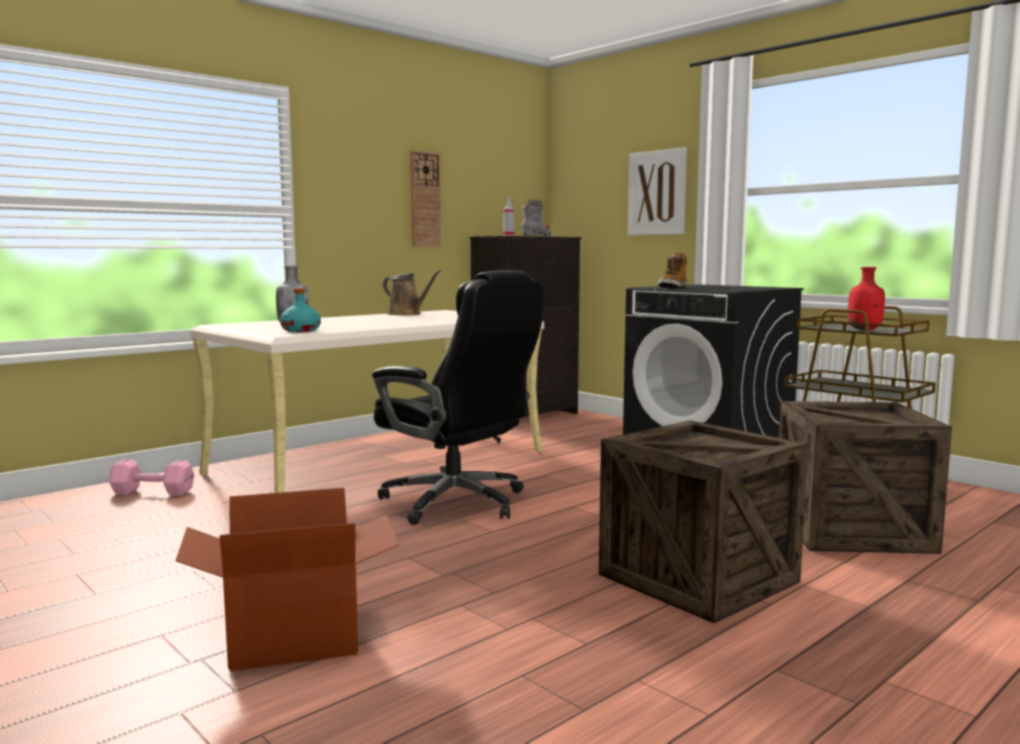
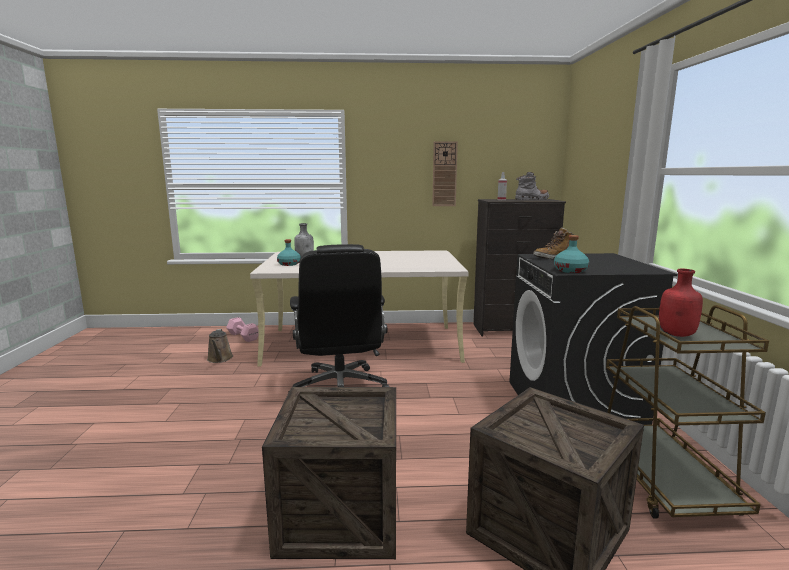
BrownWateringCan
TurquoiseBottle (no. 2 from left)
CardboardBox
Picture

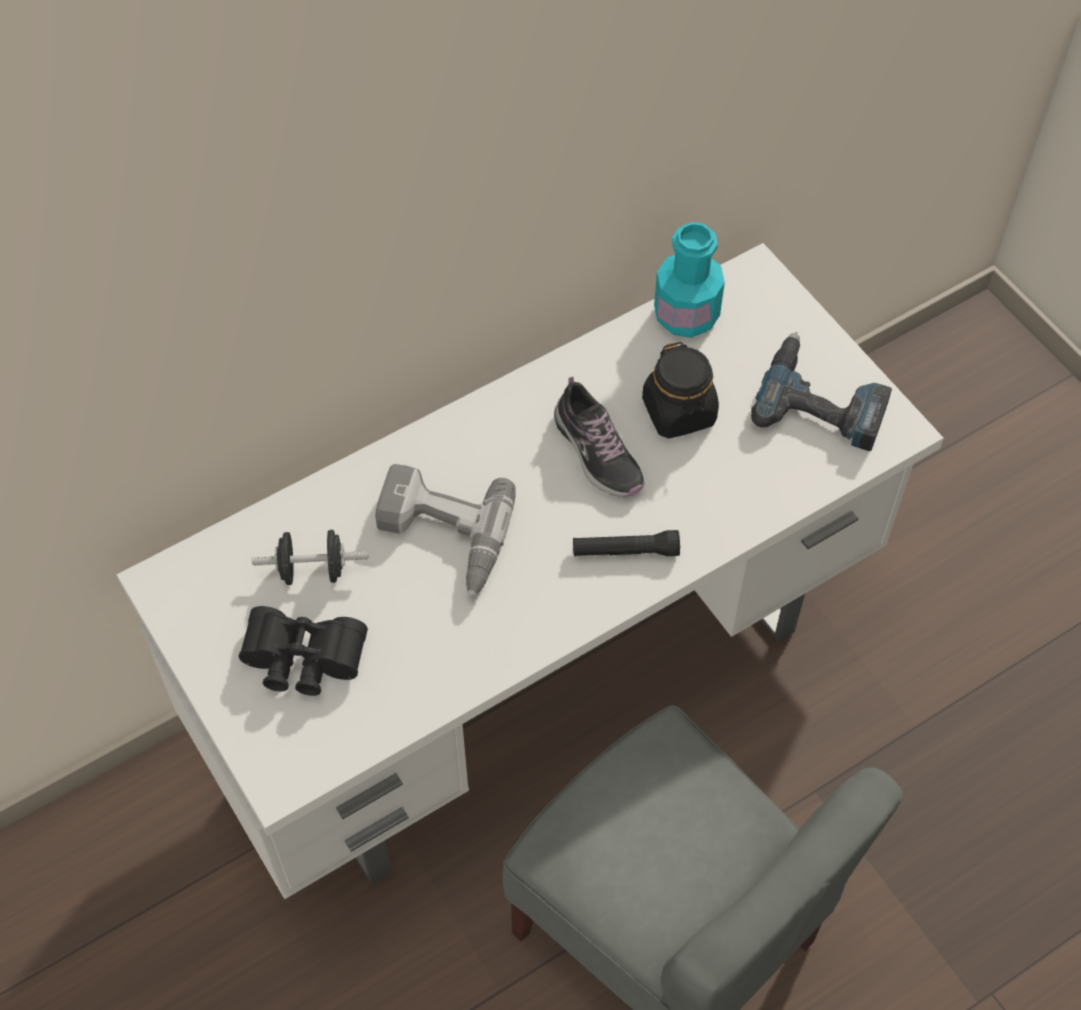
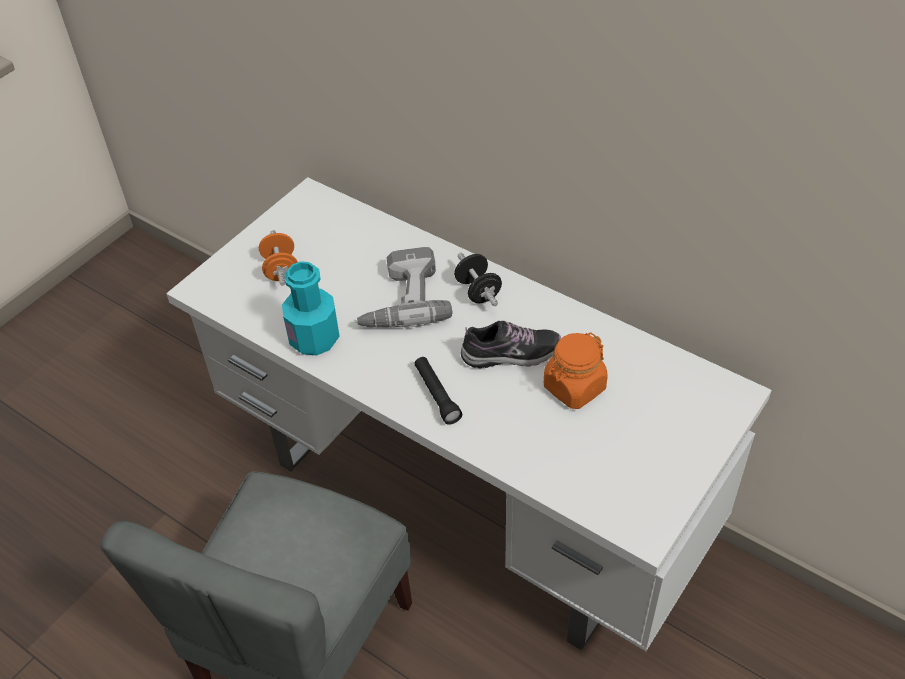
OrangeDumbbell
TurquoiseBottle
BlackDumbbell
Shoe
OrangeJar
PowerDrill (no. 2 from left in the first image)

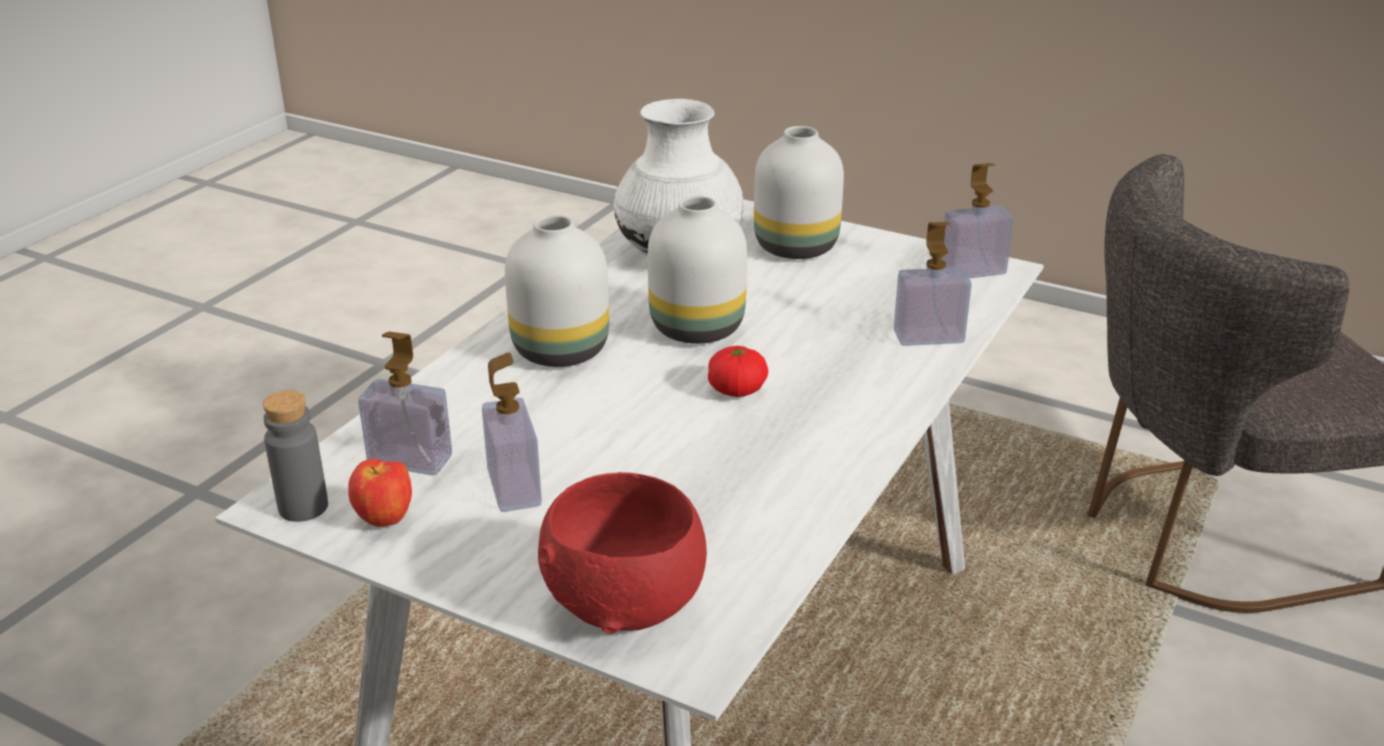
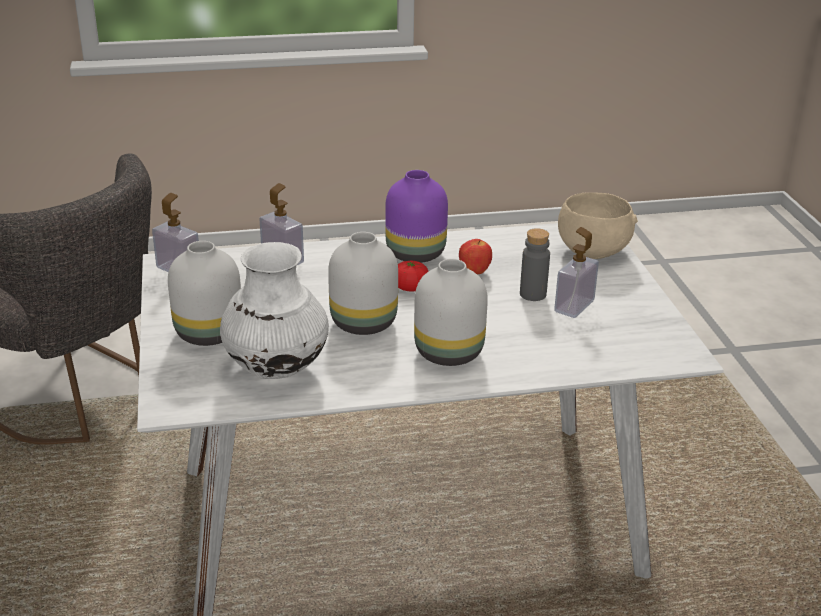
PurpleVase
Apple
GreyBottle
BeigeBowl
SoapDispenser (no. 1 from left in the first image)

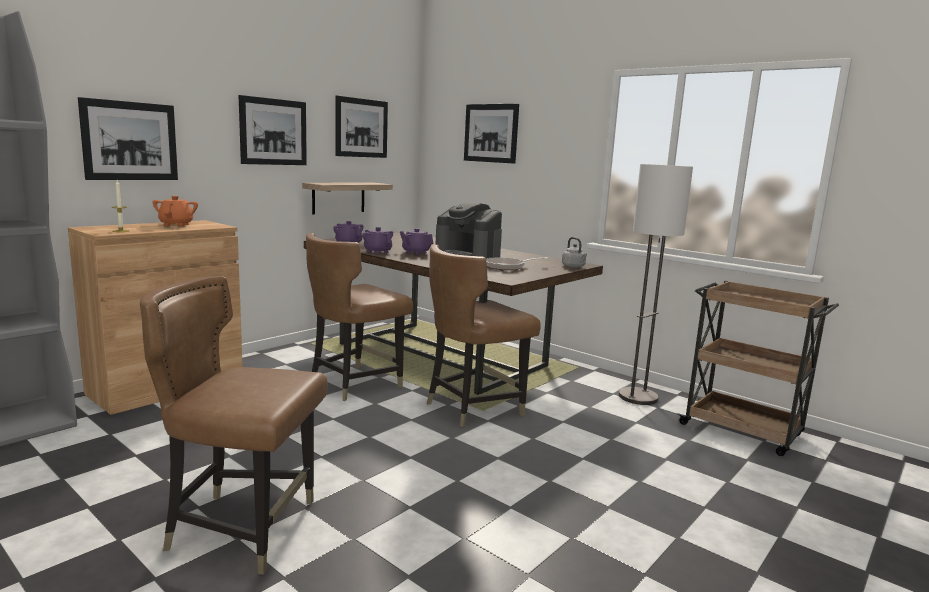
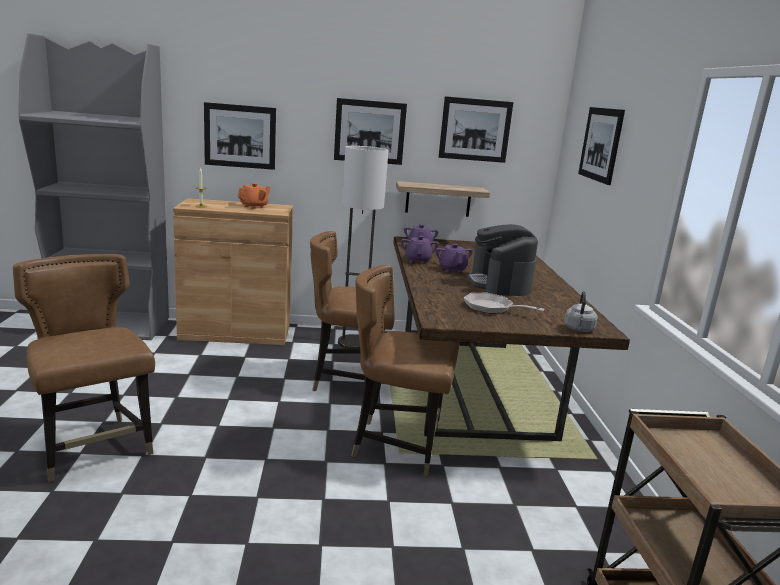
FloorLamp

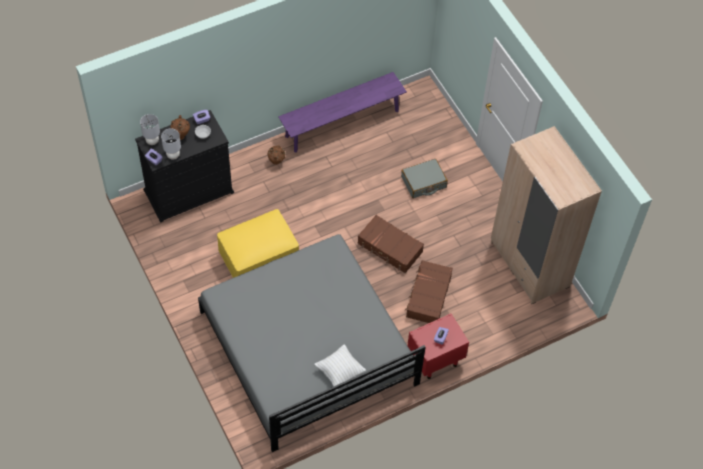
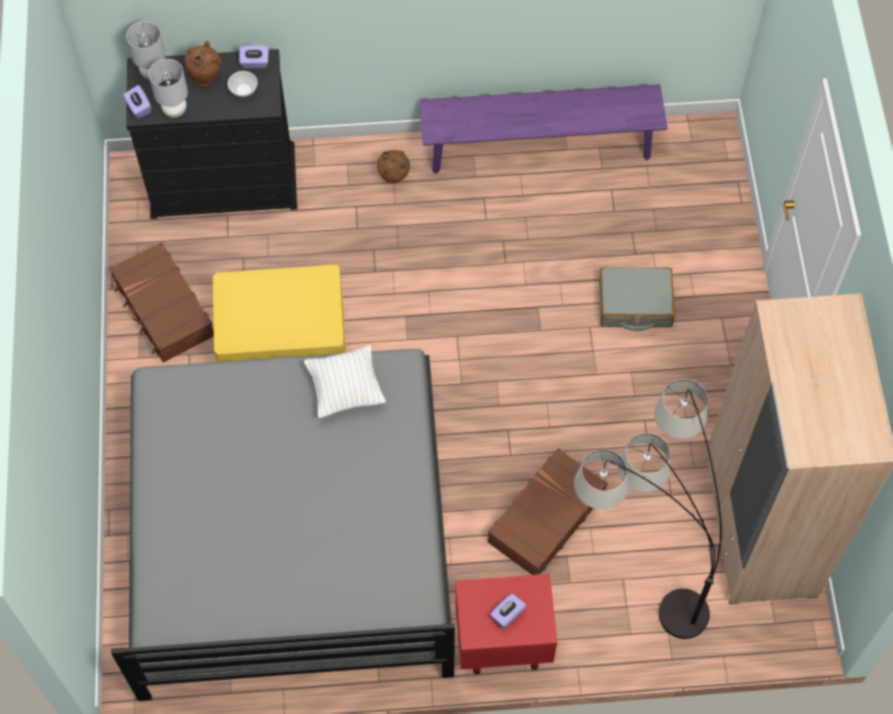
BrownSuitcase (no. 1 from left)
WhitePillow
FloorLamp

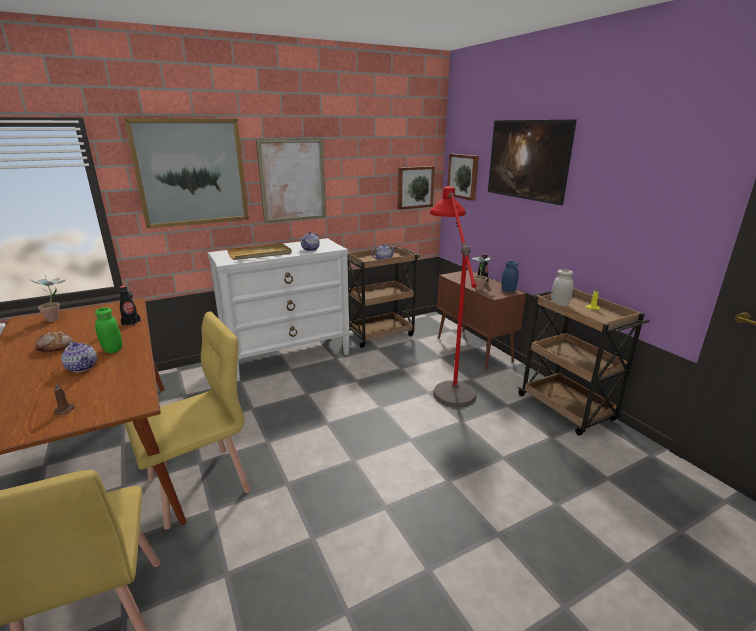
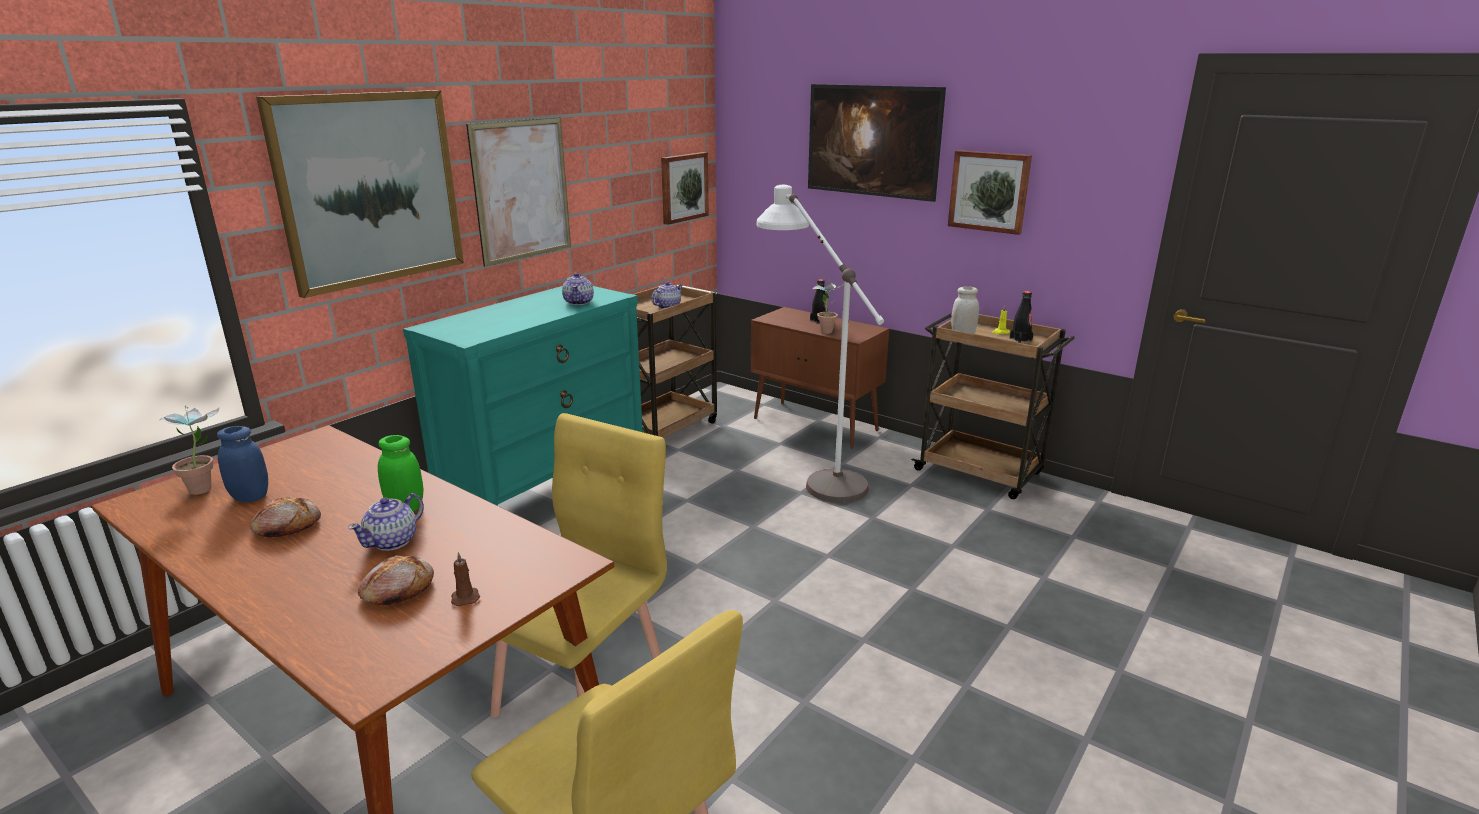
BlueJar
Teapot (no. 1 from left)
Bread (no. 2 from left)
TurquoiseDresser
WhiteFloorLamp
Picture (no. 5 from left)
BlackBottle (no. 2 from left)
BeigeTray

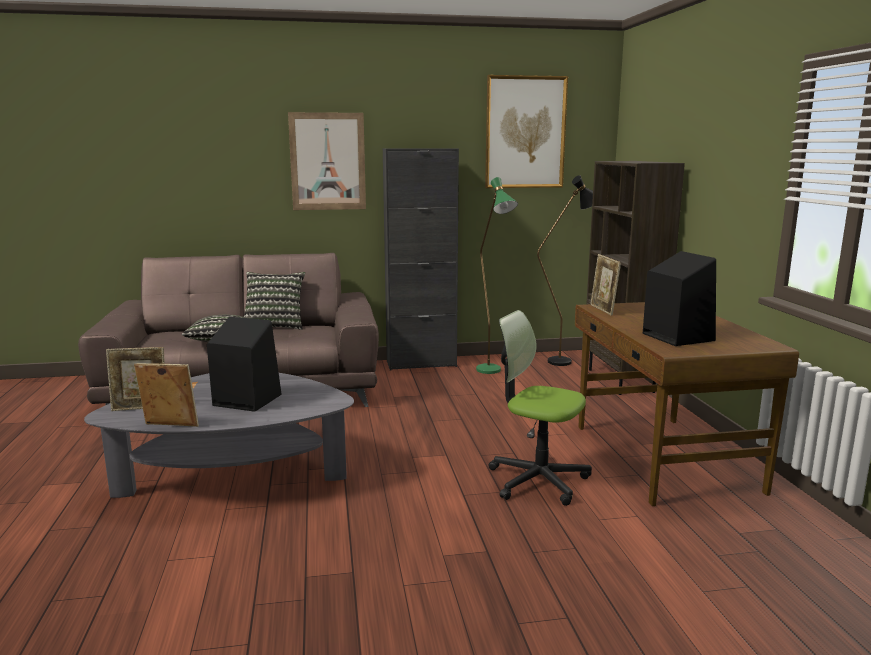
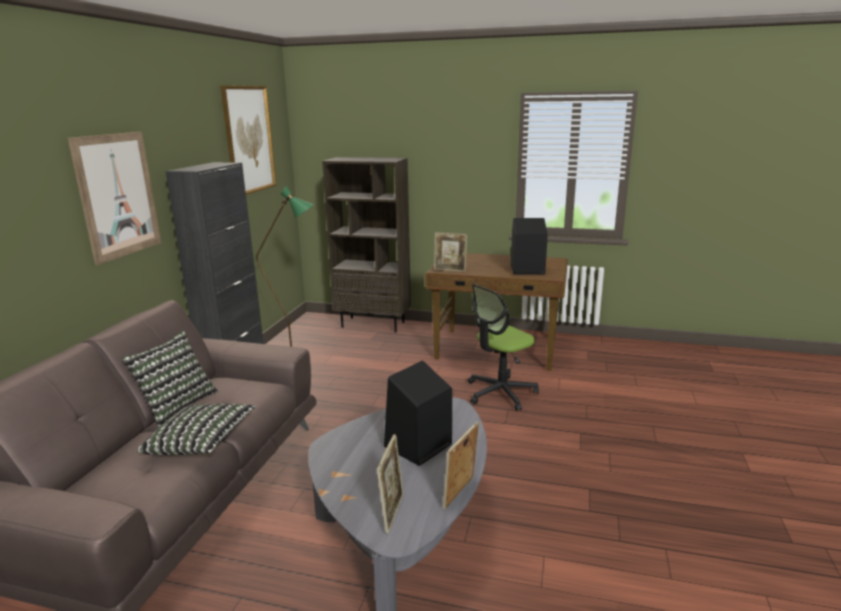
BlackFloorLamp

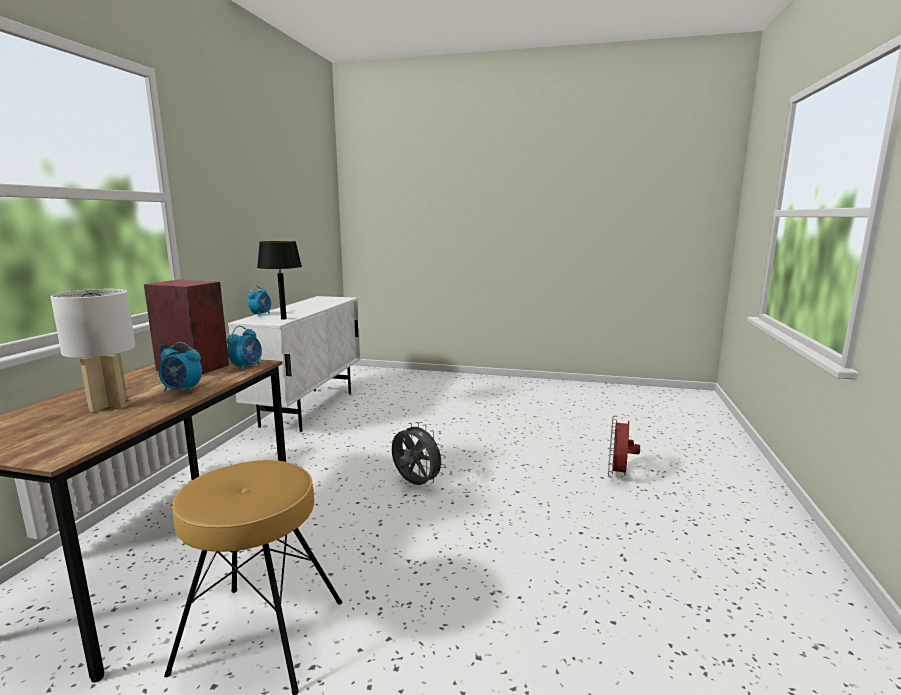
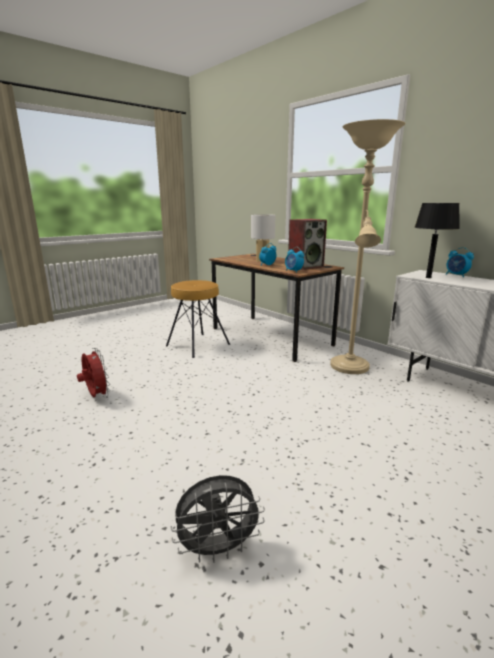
RedFan
GreyFan
BeigeFloorLamp

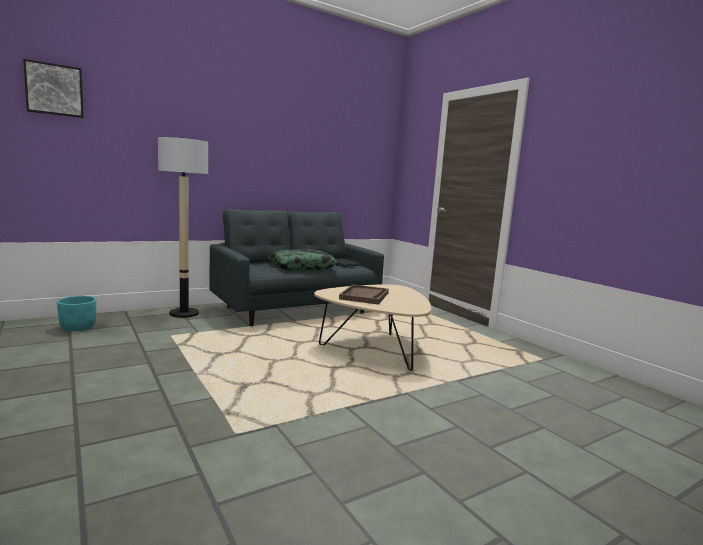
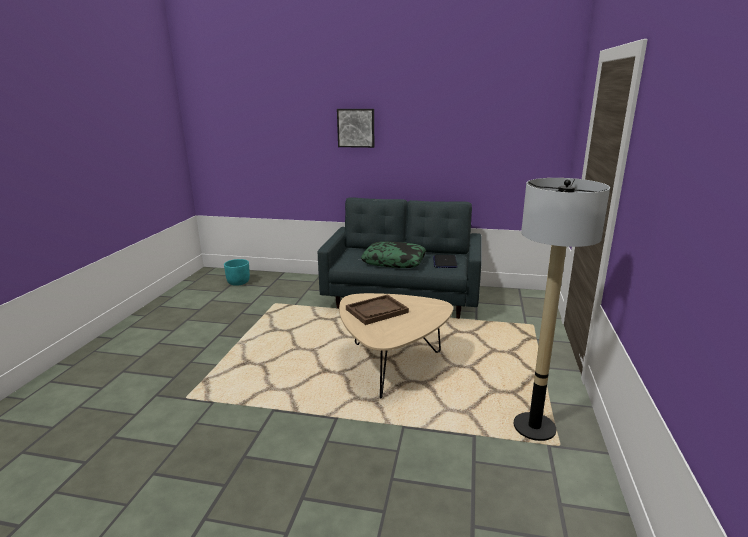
Picture
FloorLamp

